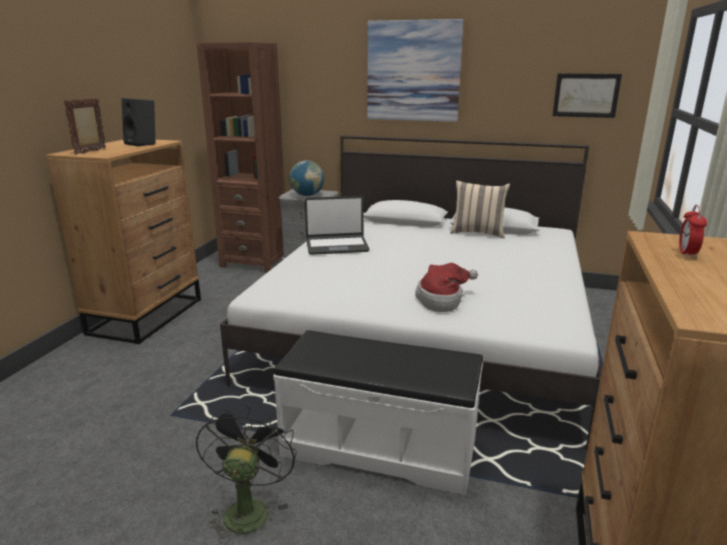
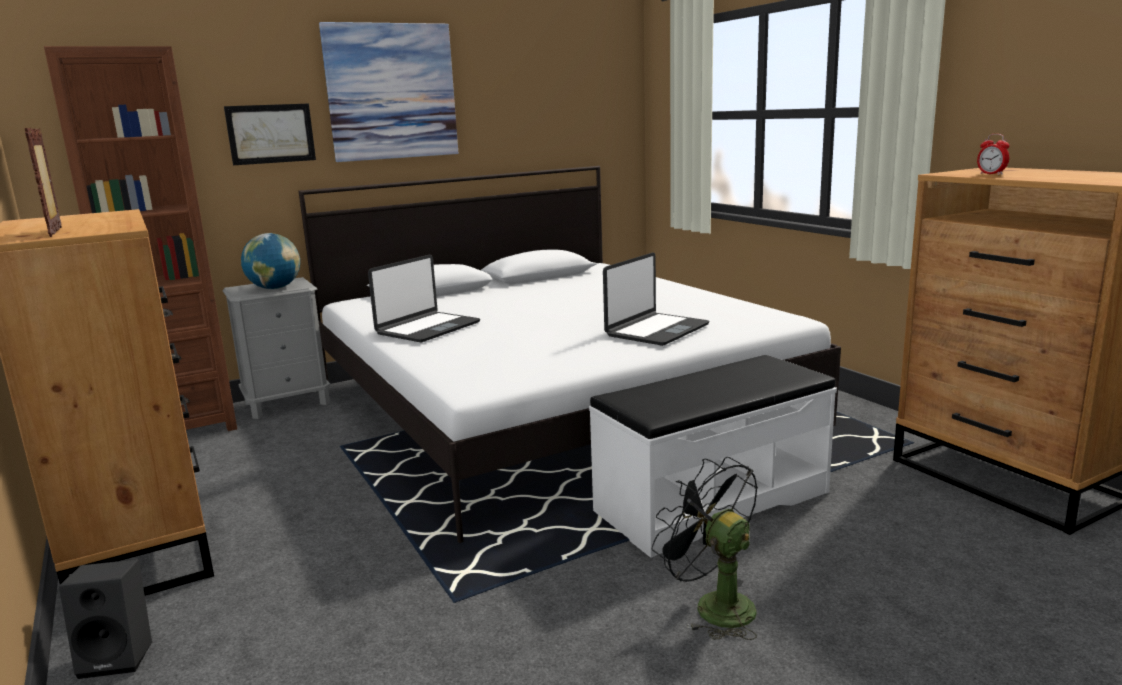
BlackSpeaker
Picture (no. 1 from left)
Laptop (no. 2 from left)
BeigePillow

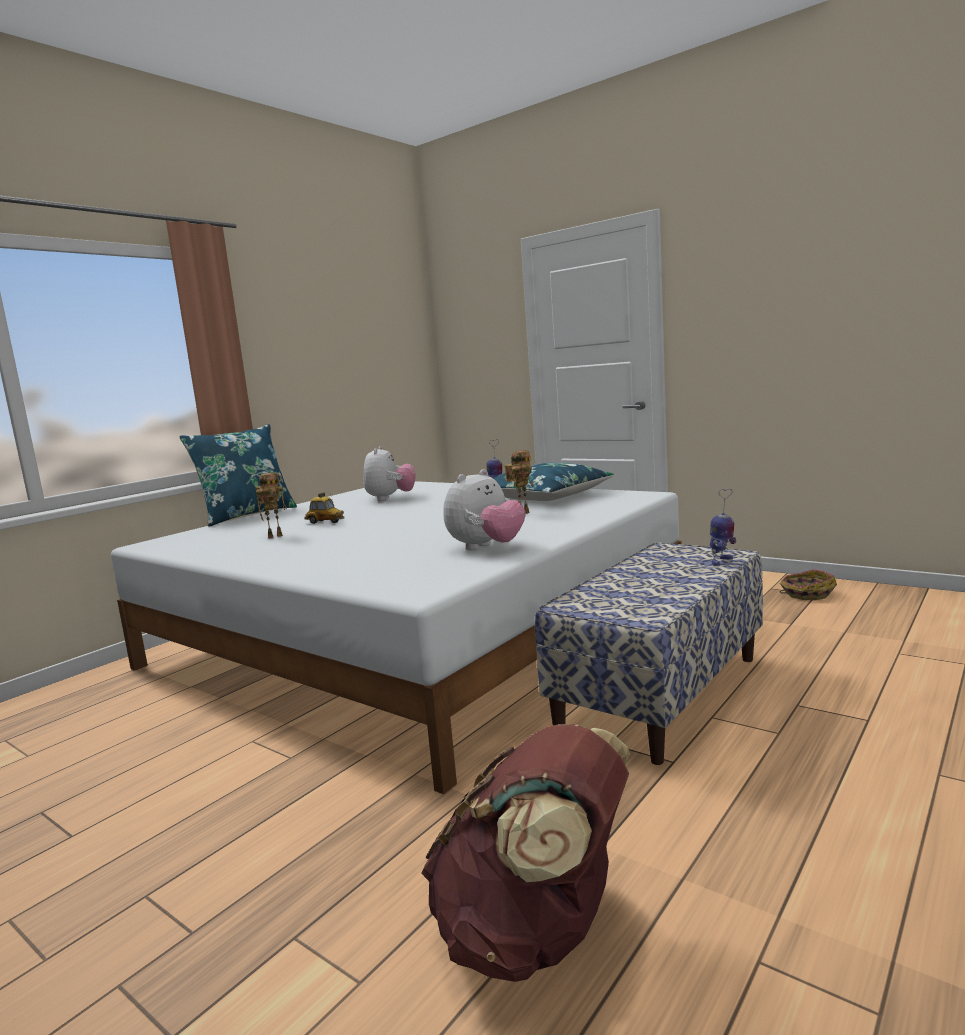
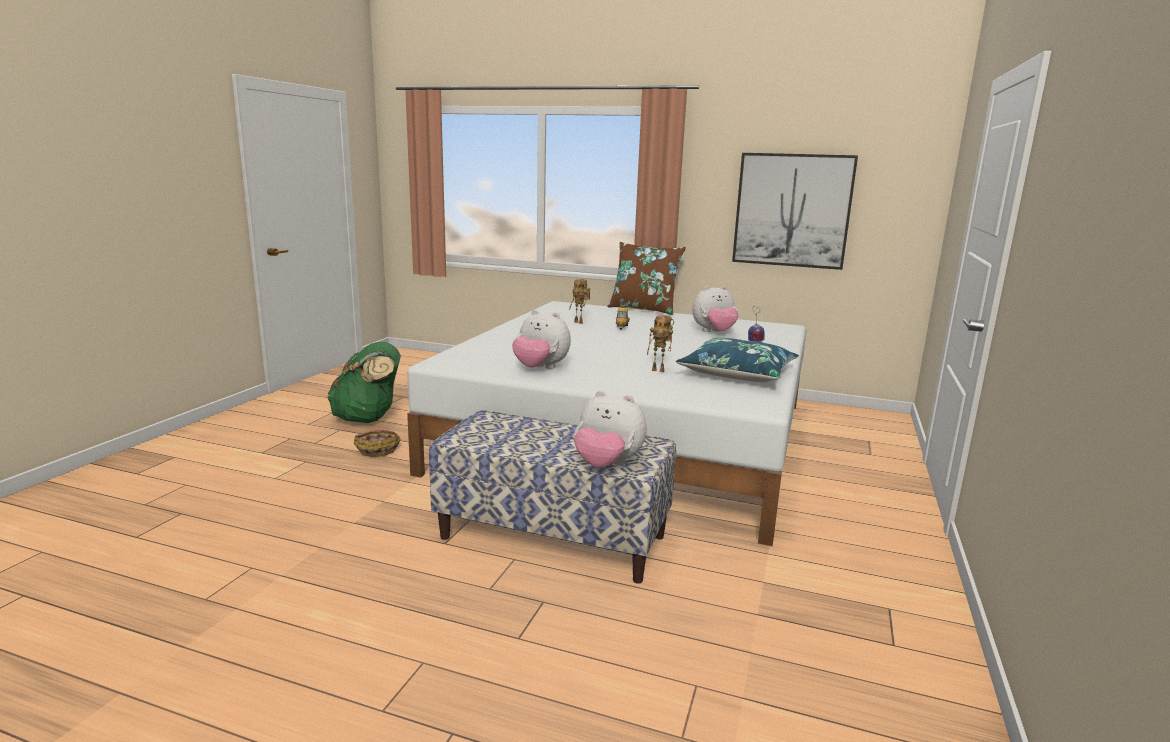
GreenBackpack
Basket
PlushToy (no. 2 from left)
BrownPillow
Picture
BrownBackpack

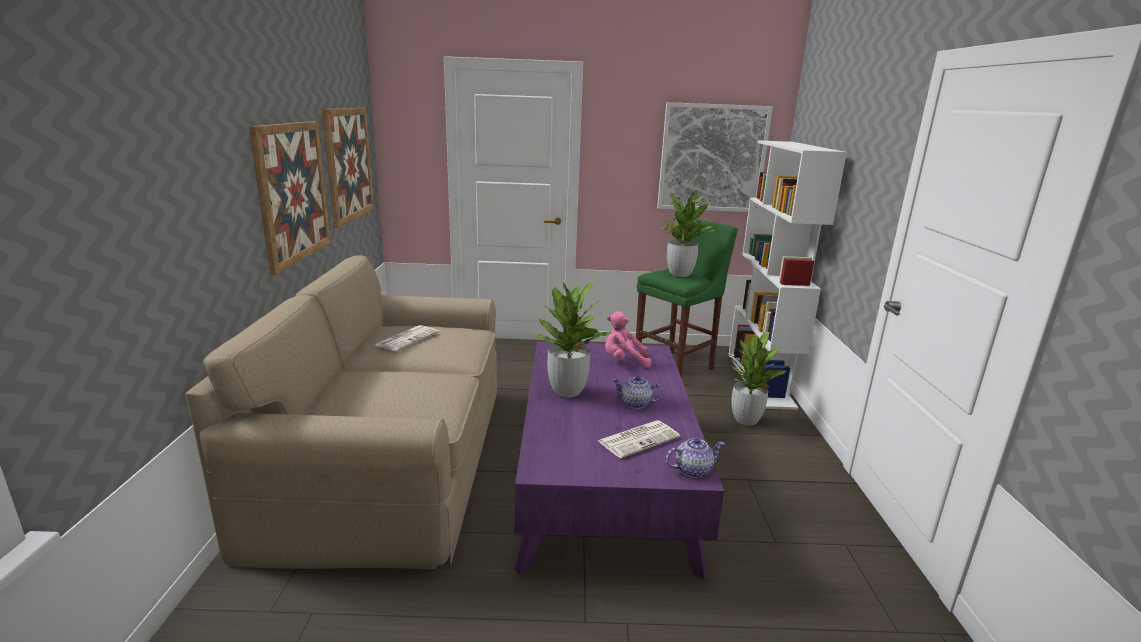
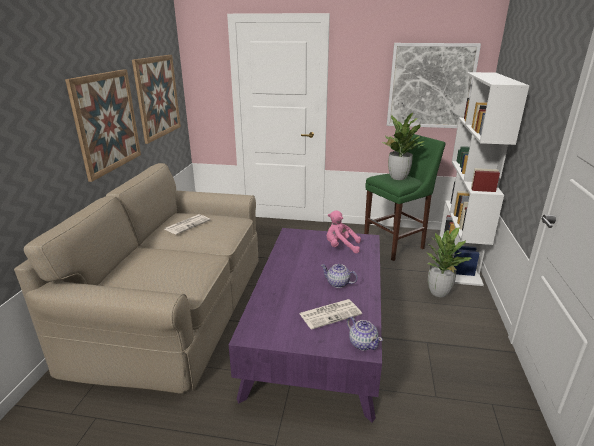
Teapot (no. 2 from left)
PottedPlant (no. 1 from left in the first image)

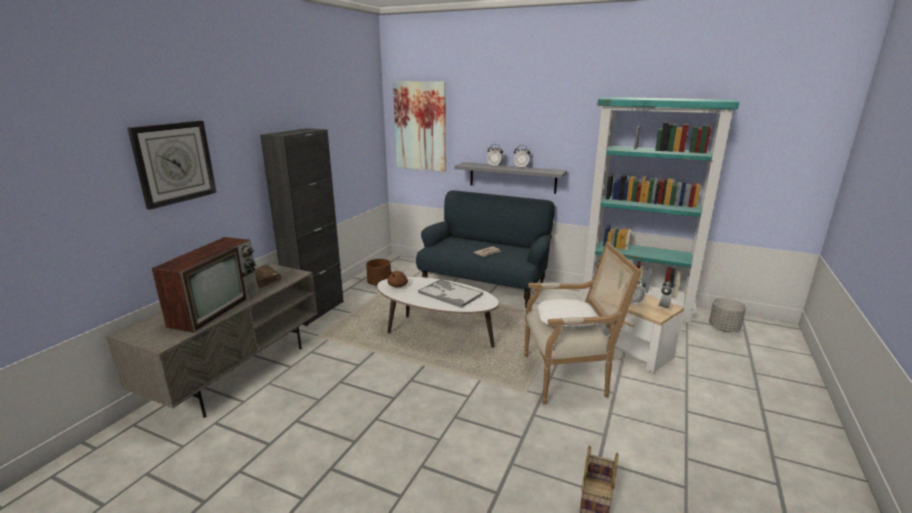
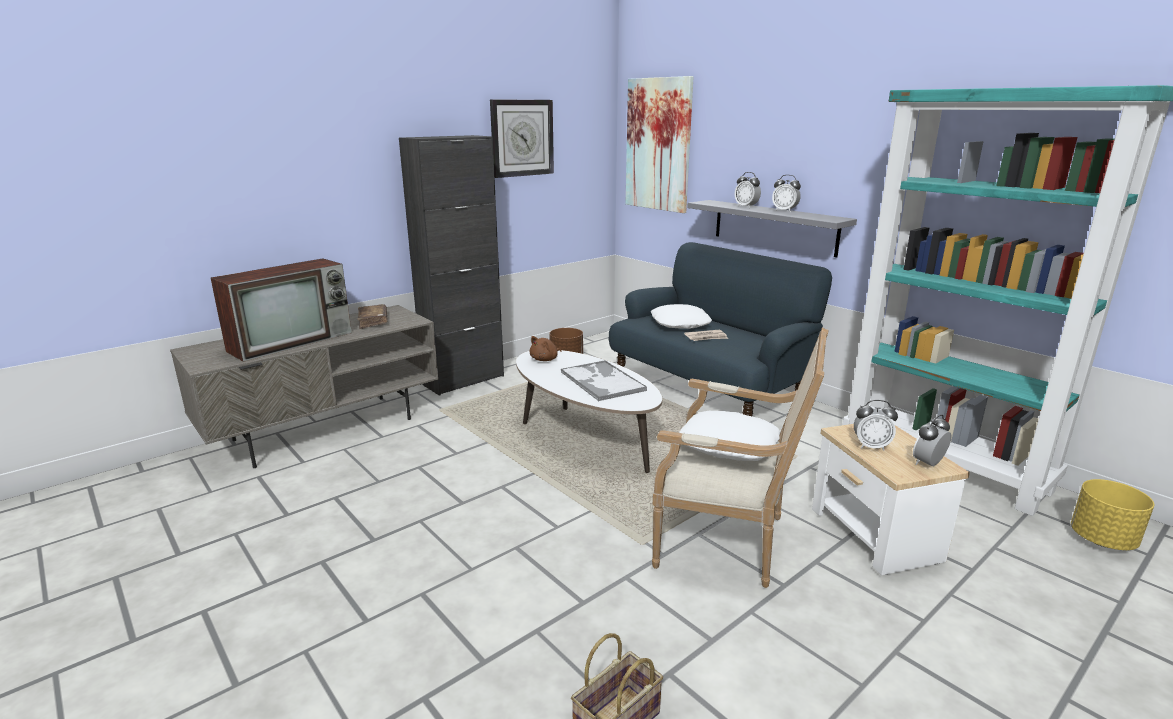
WallClock
WhitePillow (no. 1 from left)
YellowPlanter

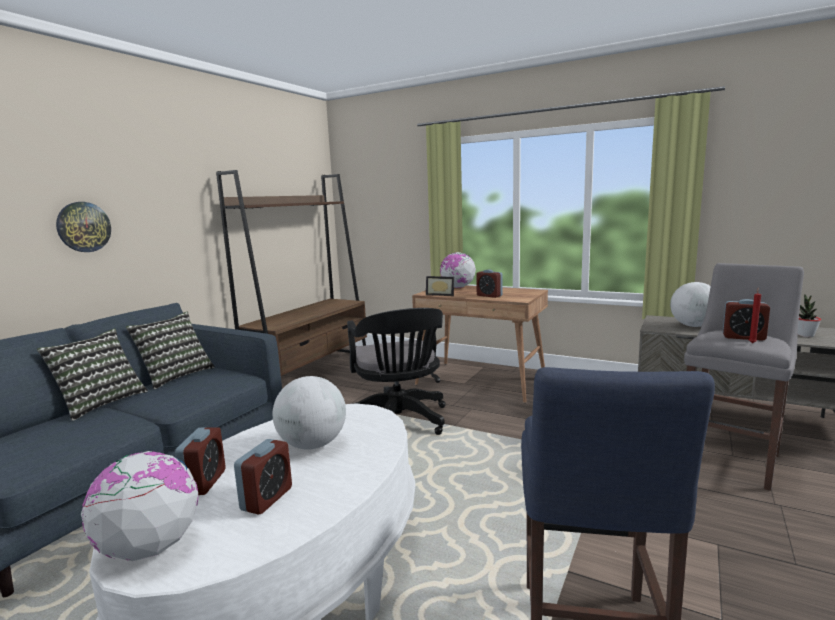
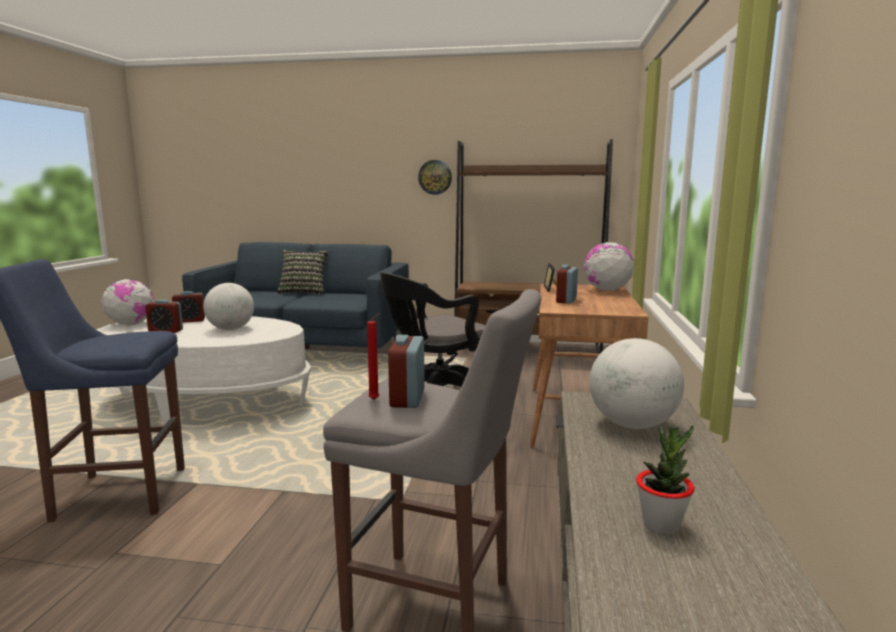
WallClock
Pillow (no. 2 from left in the first image)

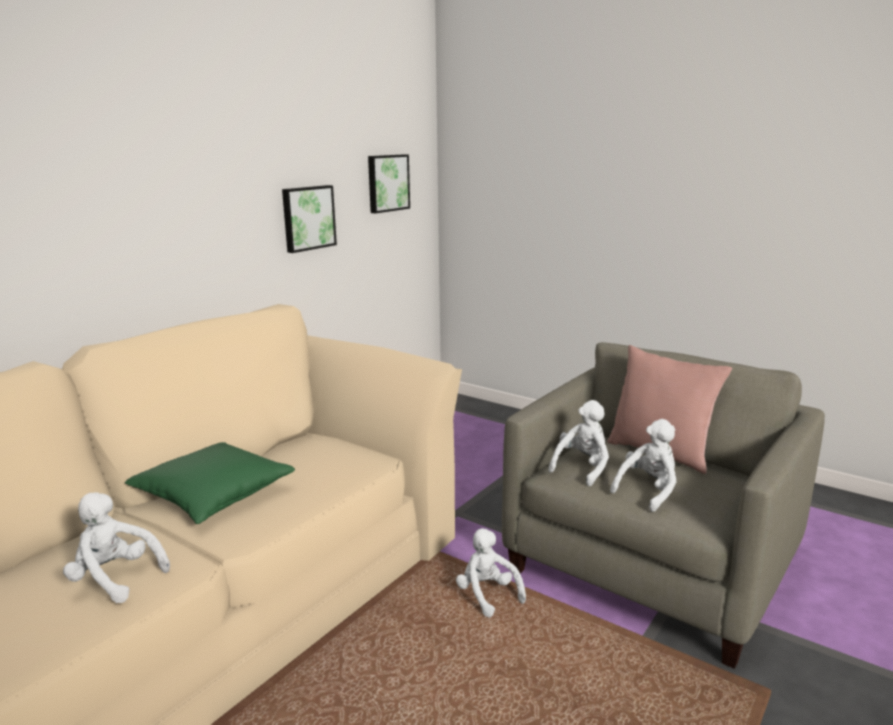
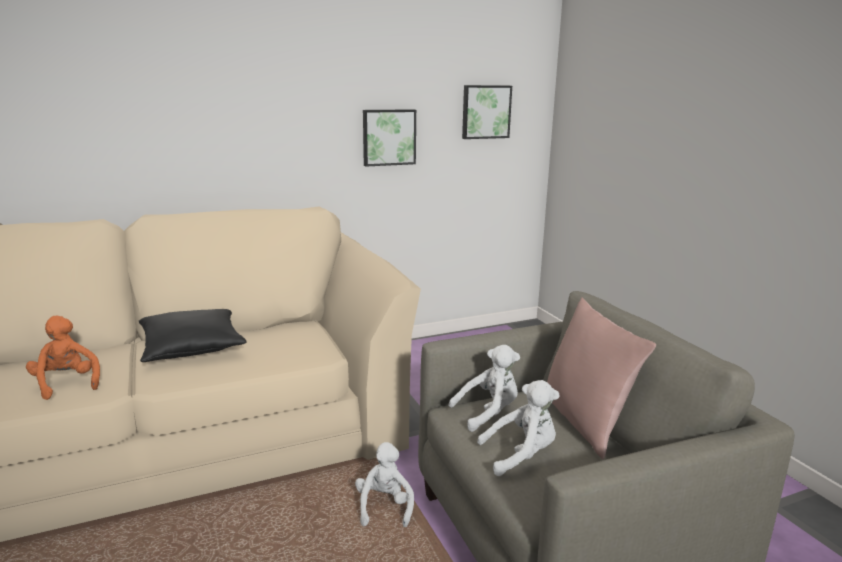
OrangePlushToy
BlackPillow

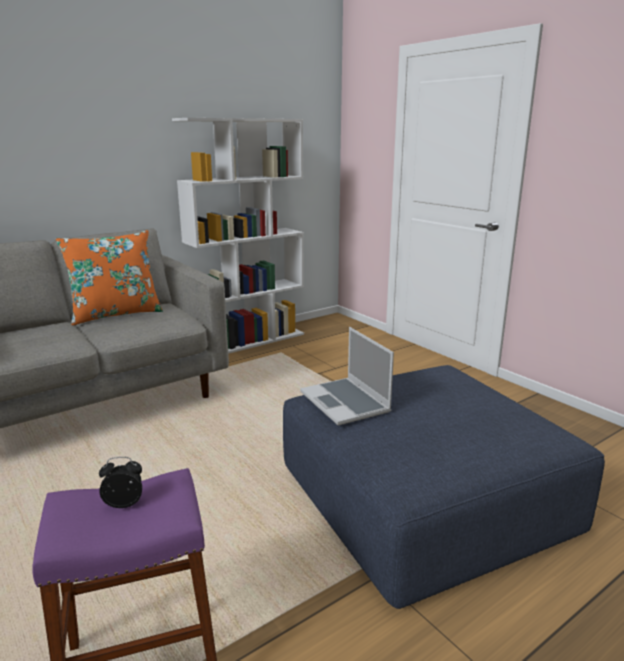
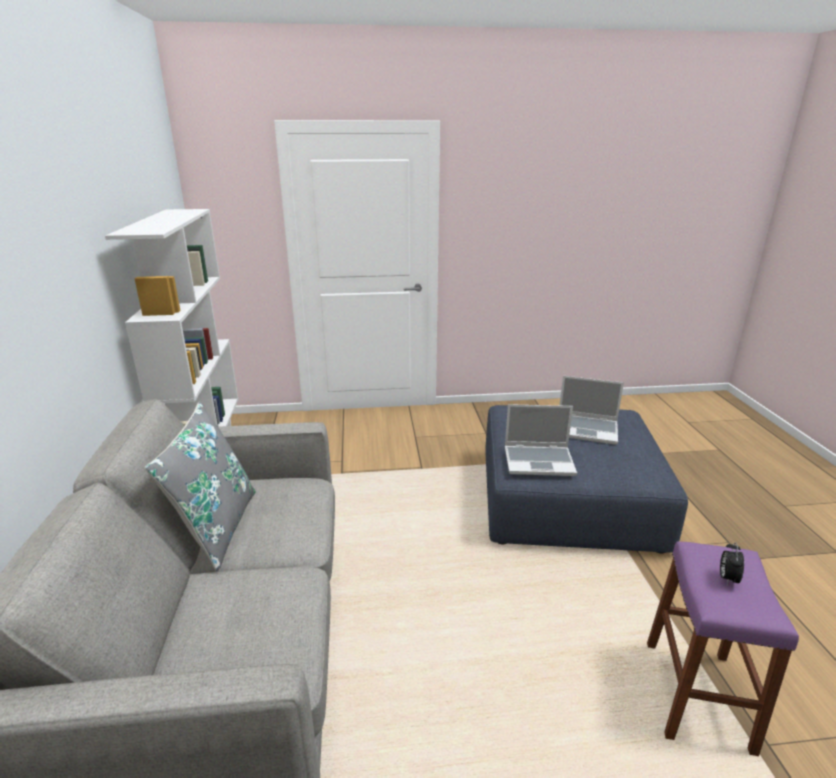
GreyPillow
Laptop (no. 2 from left)

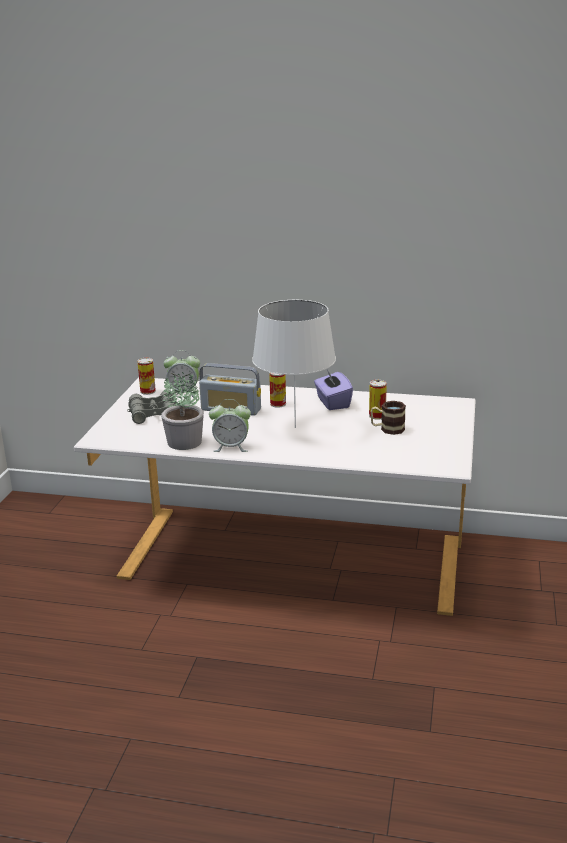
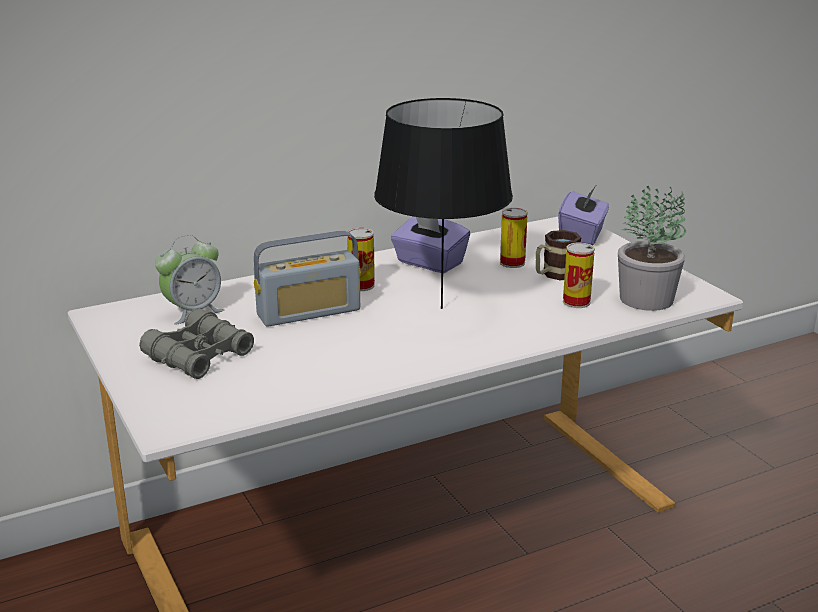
BlackTableLamp
PurpleTissueBox (no. 2 from left)
Can (no. 3 from left)
PottedPlant
AlarmClock (no. 2 from left in the first image)

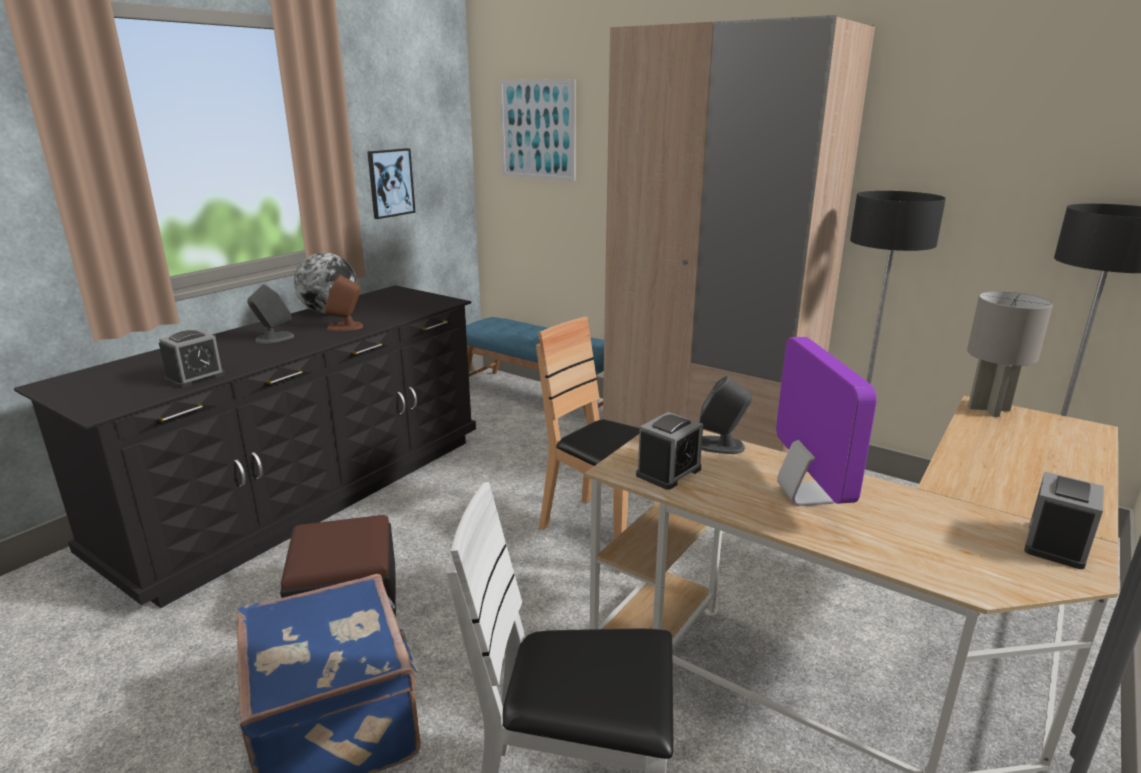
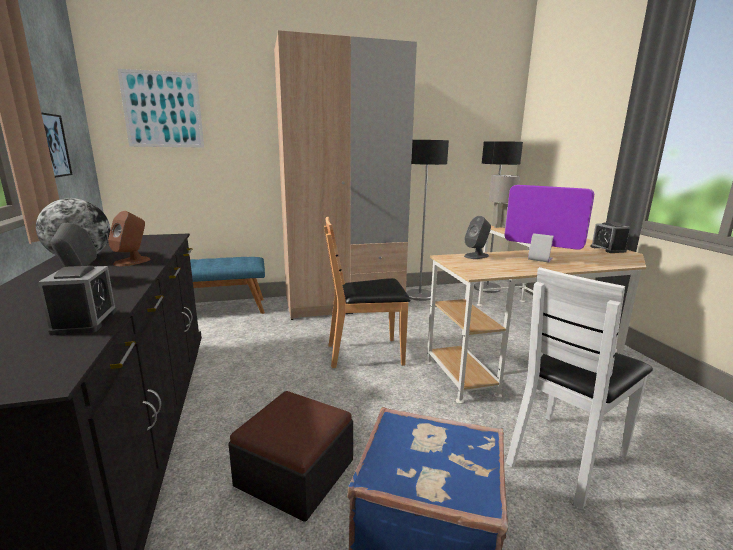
AlarmClock (no. 2 from left in the first image)

